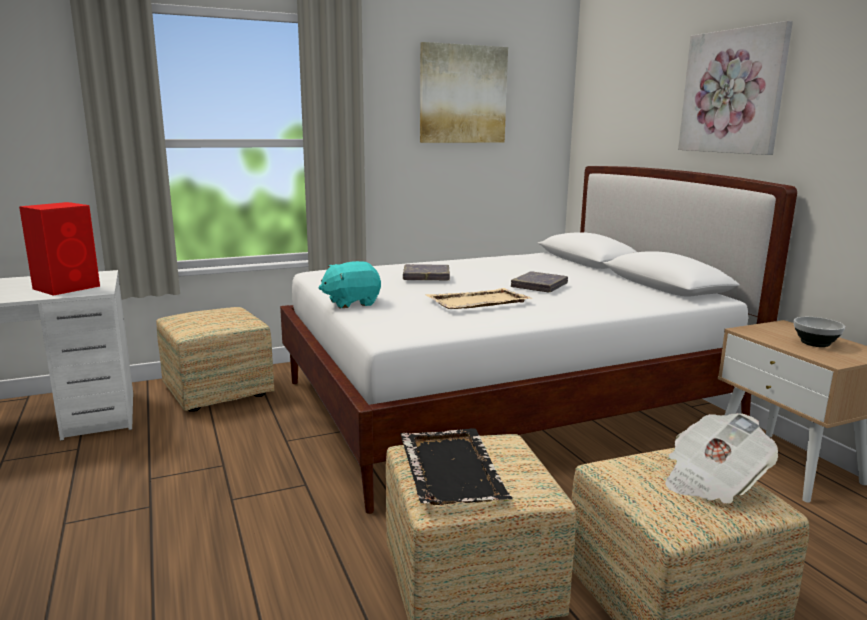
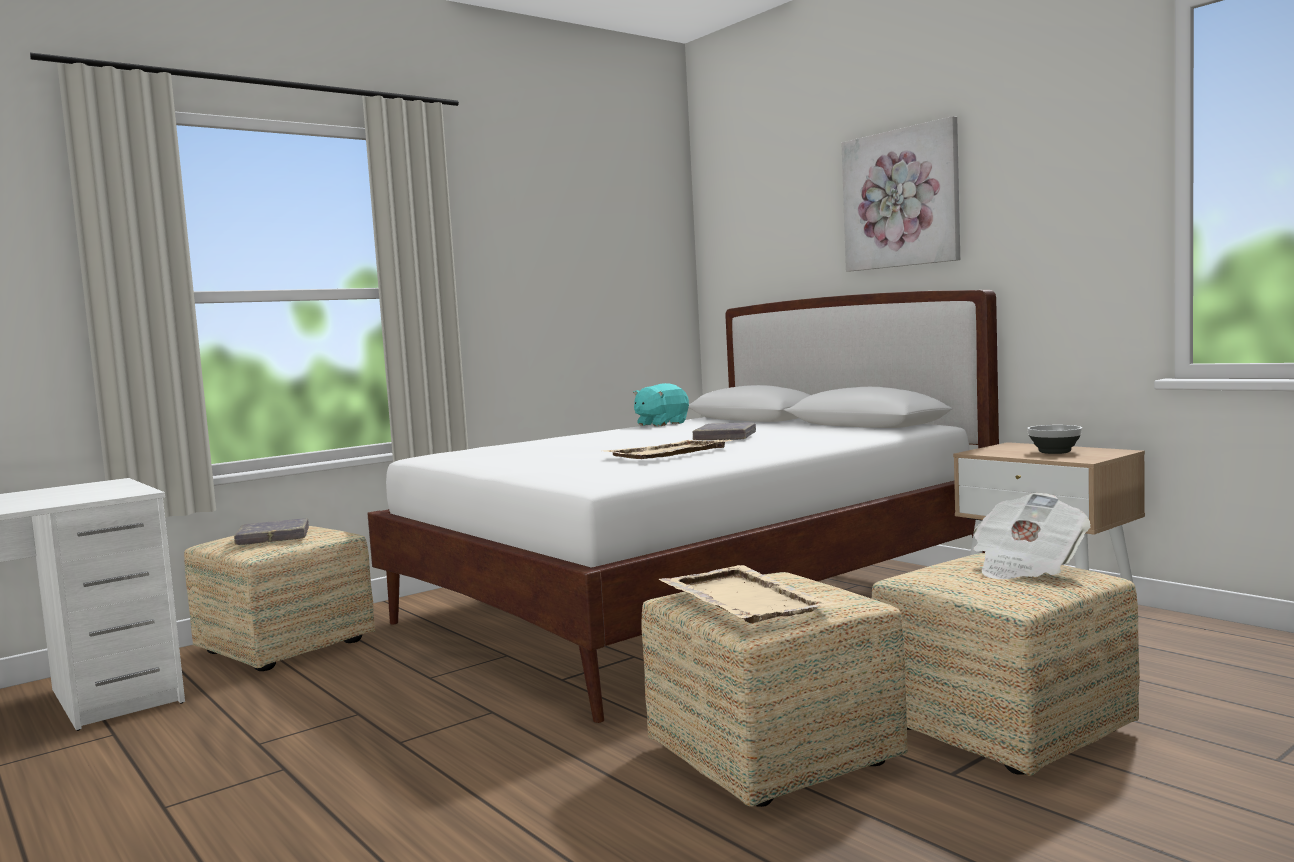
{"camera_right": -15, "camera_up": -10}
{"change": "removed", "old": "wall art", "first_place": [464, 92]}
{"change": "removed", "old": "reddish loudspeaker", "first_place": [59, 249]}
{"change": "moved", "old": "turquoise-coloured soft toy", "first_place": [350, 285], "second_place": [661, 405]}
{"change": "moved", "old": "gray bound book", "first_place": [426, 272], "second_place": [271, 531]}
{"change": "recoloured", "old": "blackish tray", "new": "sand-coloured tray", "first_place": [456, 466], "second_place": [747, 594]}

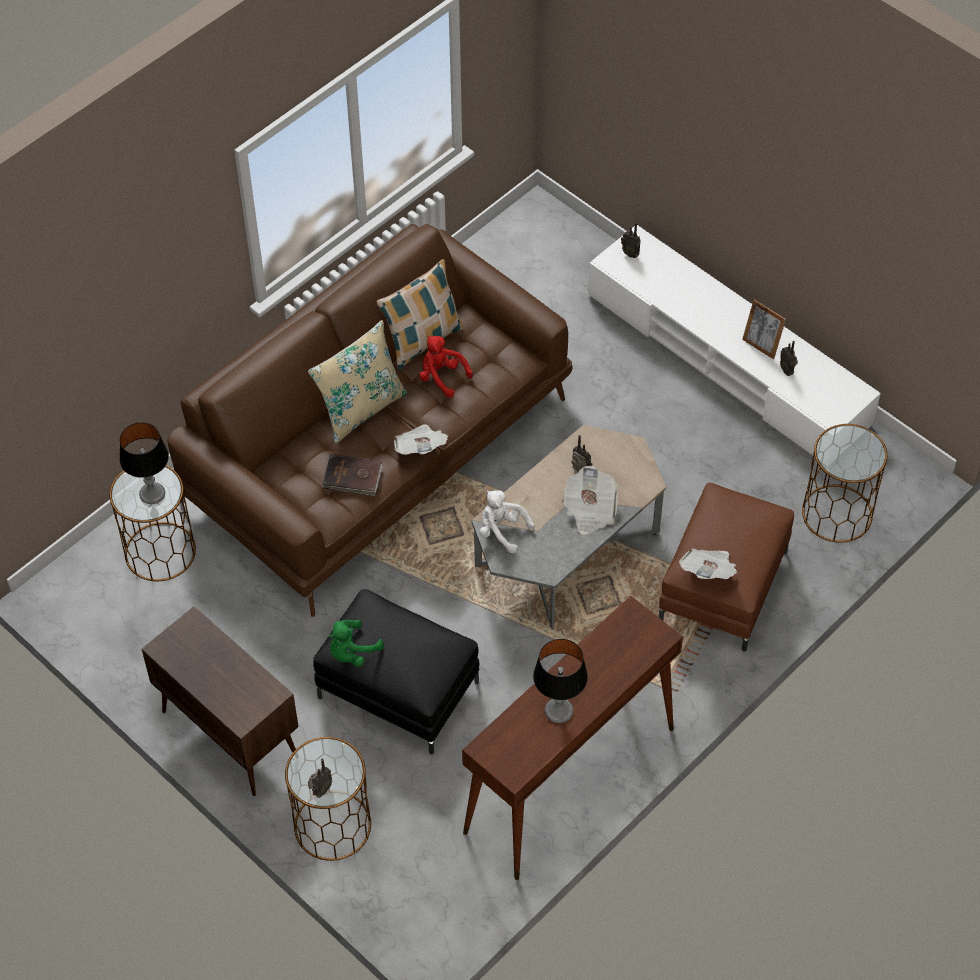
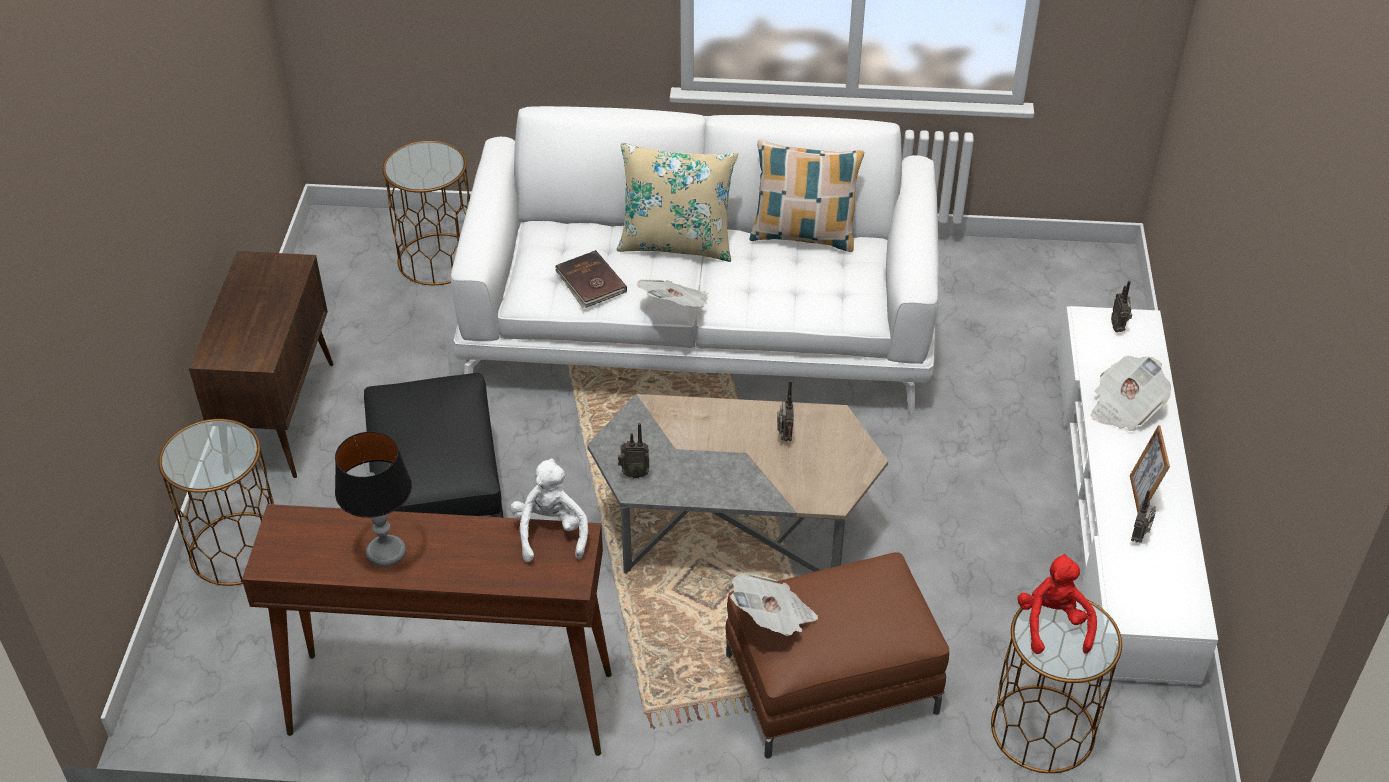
{"camera_right": 50, "camera_up": -10}
{"change": "recoloured", "old": "brown-coloured sofa", "new": "white sofa", "first_place": [370, 420], "second_place": [695, 260]}
{"change": "moved", "old": "reddish soft toy", "first_place": [446, 367], "second_place": [1057, 604]}
{"change": "removed", "old": "lamp for a table", "first_place": [144, 463]}
{"change": "moved", "old": "printed paper", "first_place": [590, 500], "second_place": [1131, 393]}
{"change": "moved", "old": "white soft toy", "first_place": [506, 521], "second_place": [549, 510]}
{"change": "removed", "old": "greenish soft toy", "first_place": [356, 643]}
{"change": "moved", "old": "radio", "first_place": [320, 778], "second_place": [634, 450]}

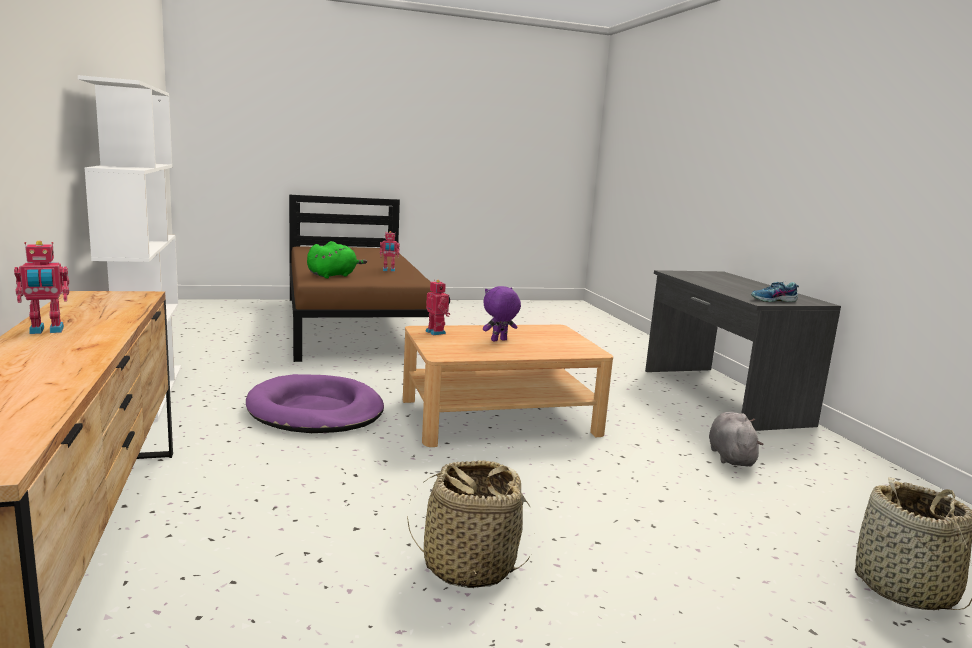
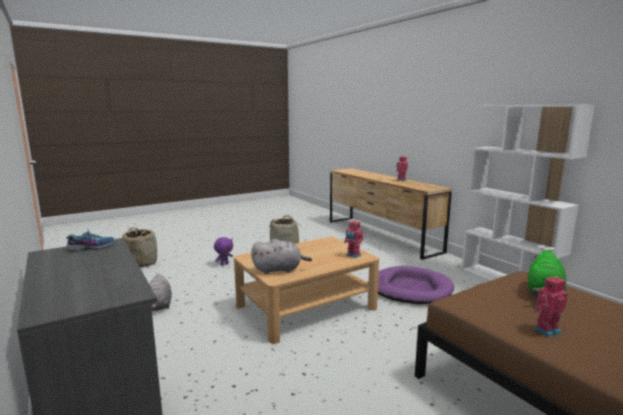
{"camera_right": 165, "camera_up": 0}
{"change": "moved", "old": "purple-coloured soft toy", "first_place": [502, 313], "second_place": [223, 251]}
{"change": "added", "new": "gray soft toy", "second_place": [281, 256]}

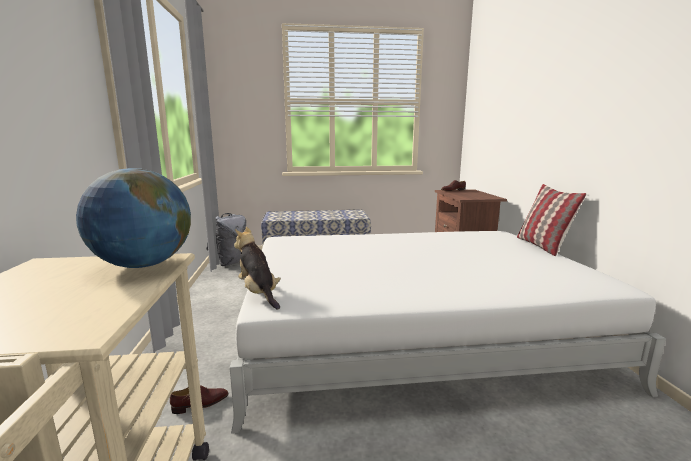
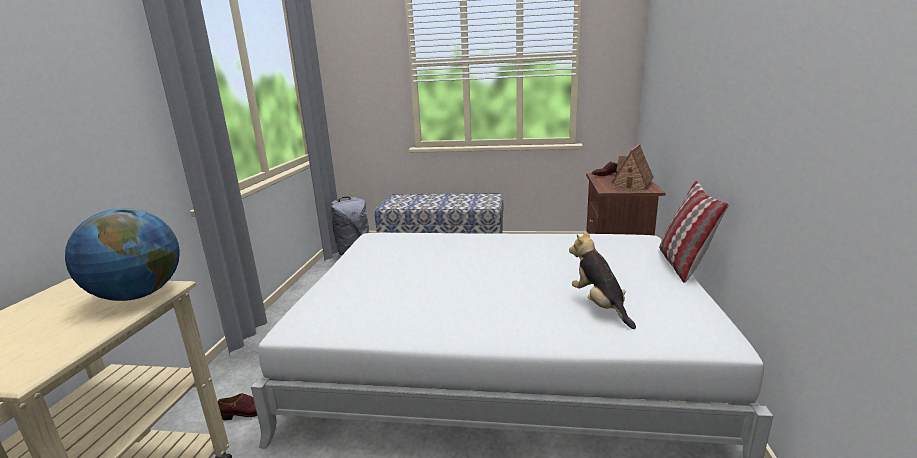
{"camera_right": 15, "camera_up": 5}
{"change": "moved", "old": "soft toy", "first_place": [257, 268], "second_place": [602, 279]}
{"change": "added", "new": "miniature house", "second_place": [633, 168]}

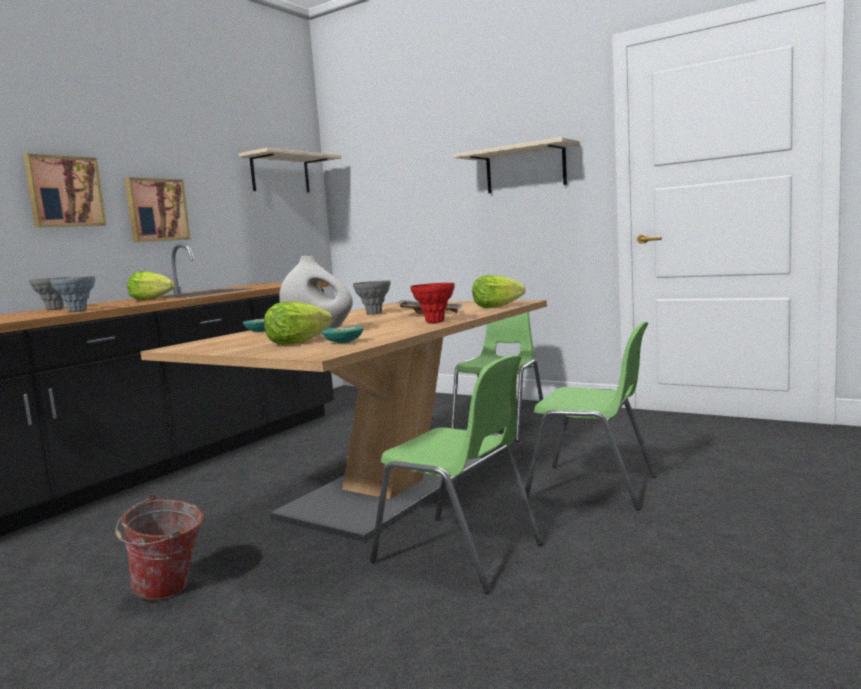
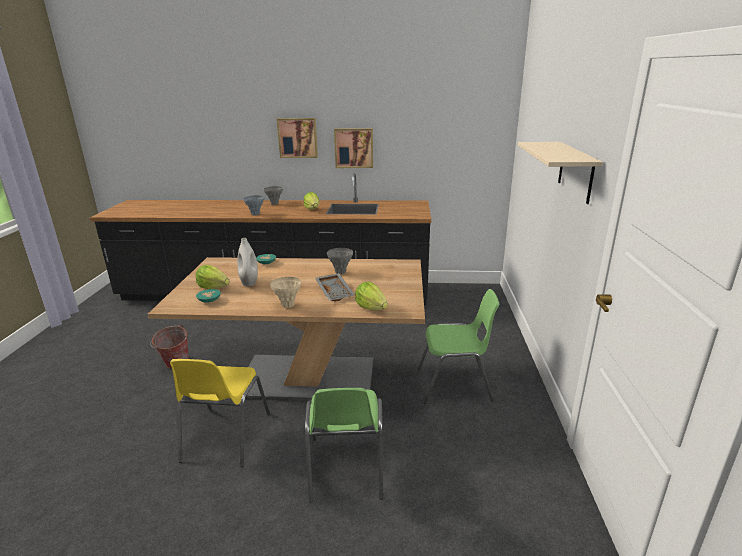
{"camera_right": 60, "camera_up": 15}
{"change": "removed", "old": "sand-coloured shelf", "first_place": [290, 170]}
{"change": "recoloured", "old": "reddish flower vase", "new": "sand-coloured flower vase", "first_place": [432, 303], "second_place": [285, 292]}
{"change": "recoloured", "old": "greenish plain chair", "new": "yellow plain chair", "first_place": [456, 474], "second_place": [220, 413]}

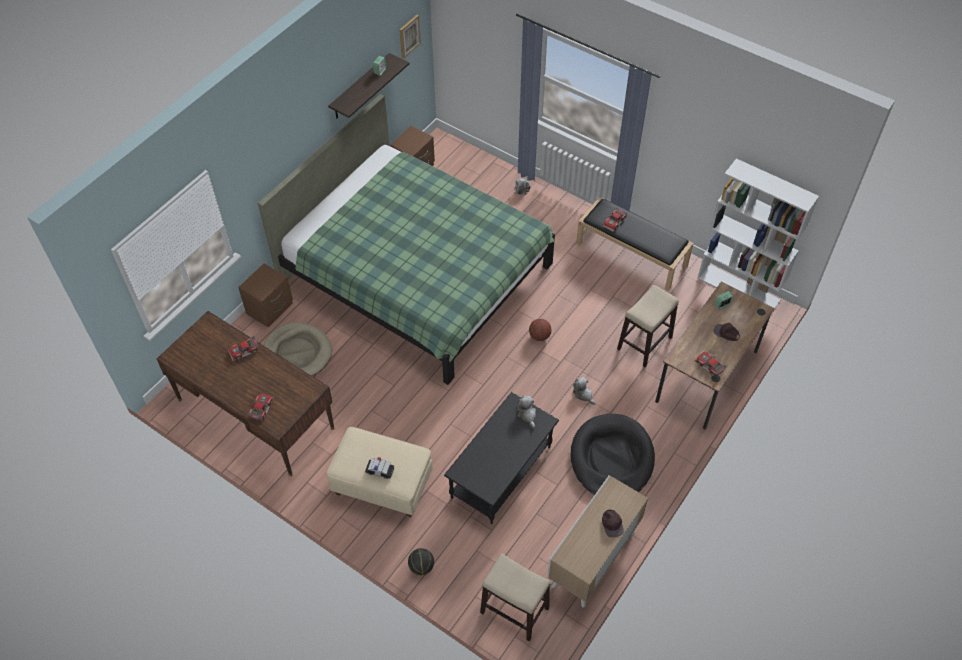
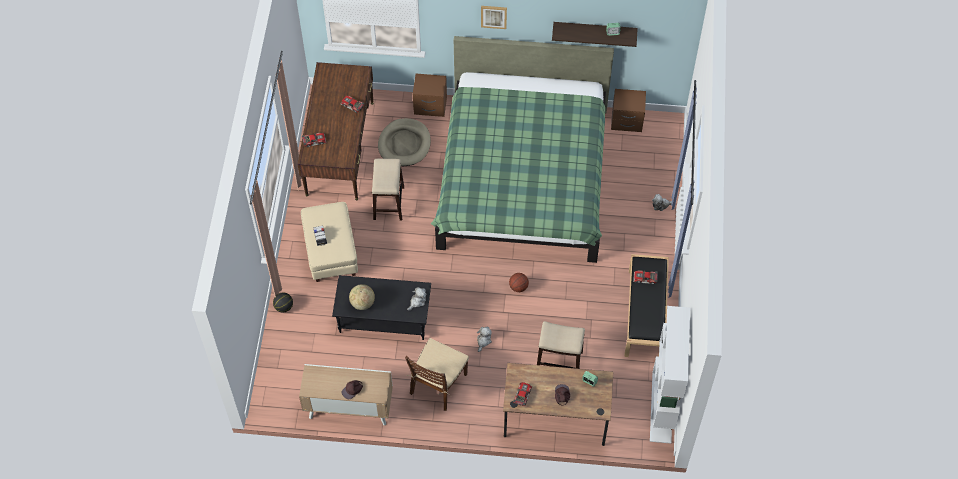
{"camera_right": 60, "camera_up": 5}
{"change": "moved", "old": "wall art", "first_place": [410, 36], "second_place": [494, 17]}
{"change": "replaced", "old": "blackish dog cushion", "new": "brown-coloured plain chair", "first_place": [612, 454], "second_place": [437, 374]}
{"change": "moved", "old": "stool seat", "first_place": [515, 598], "second_place": [388, 190]}
{"change": "added", "new": "world globe", "second_place": [362, 297]}

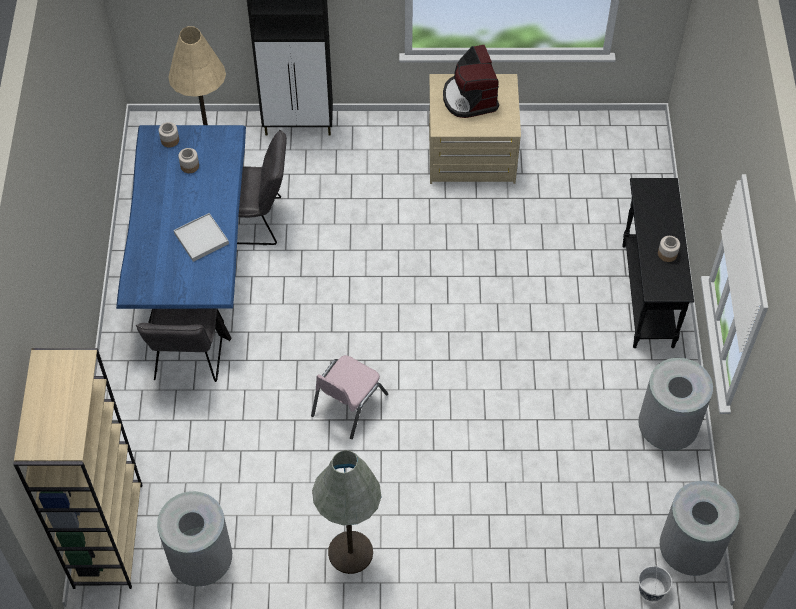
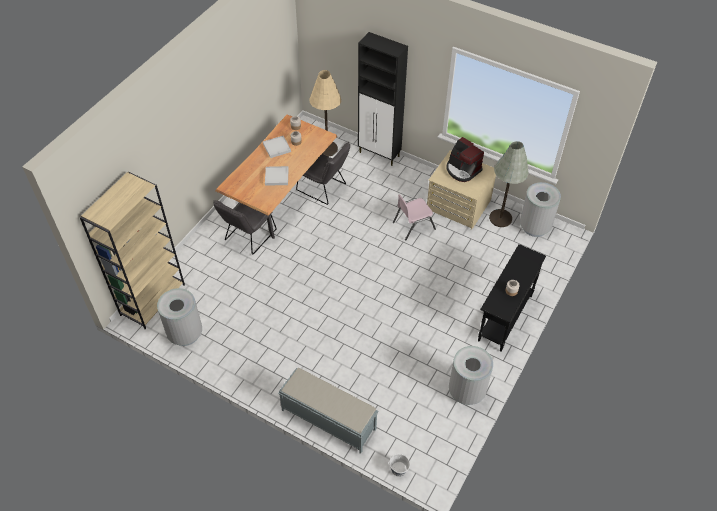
{"camera_right": 30, "camera_up": -5}
{"change": "turned", "old": "coffee machine", "first_place": [471, 81], "second_place": [465, 159], "degrees": -60}
{"change": "recoloured", "old": "blue-coloured dining table", "new": "brown-coloured dining table", "first_place": [181, 233], "second_place": [276, 176]}
{"change": "moved", "old": "pinkish plain chair", "first_place": [349, 397], "second_place": [414, 217]}
{"change": "moved", "old": "gray standard lamp", "first_place": [346, 512], "second_place": [509, 184]}
{"change": "moved", "old": "gray rubbish bin", "first_place": [699, 528], "second_place": [540, 209]}
{"change": "added", "new": "white tray", "second_place": [277, 147]}
{"change": "added", "new": "gray long seat", "second_place": [328, 411]}

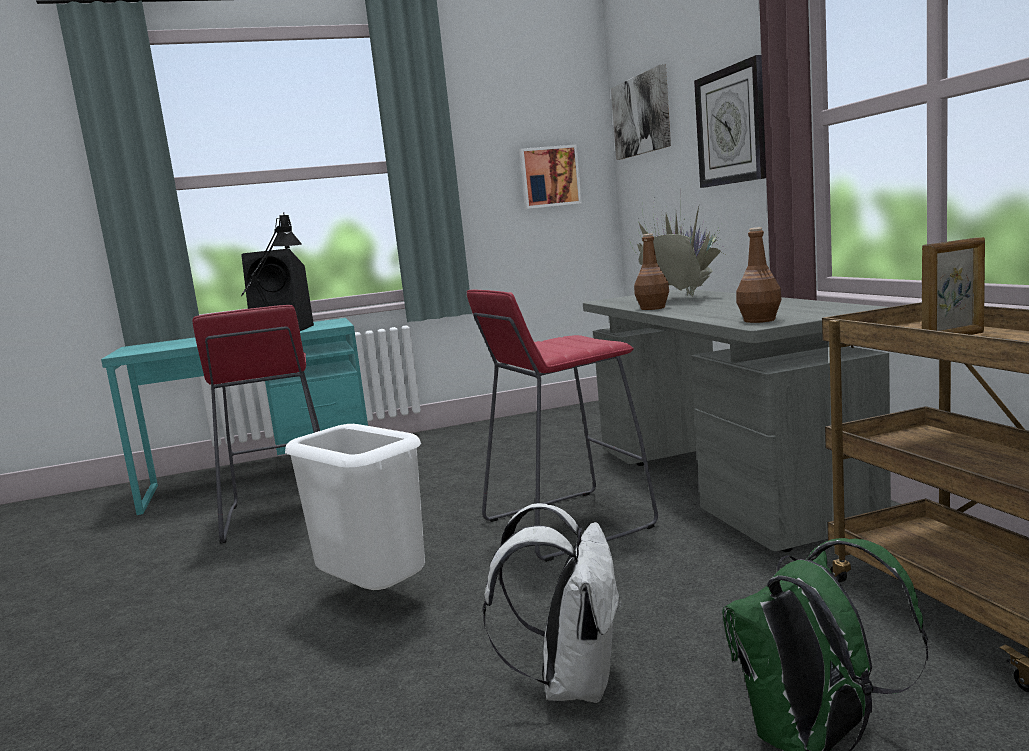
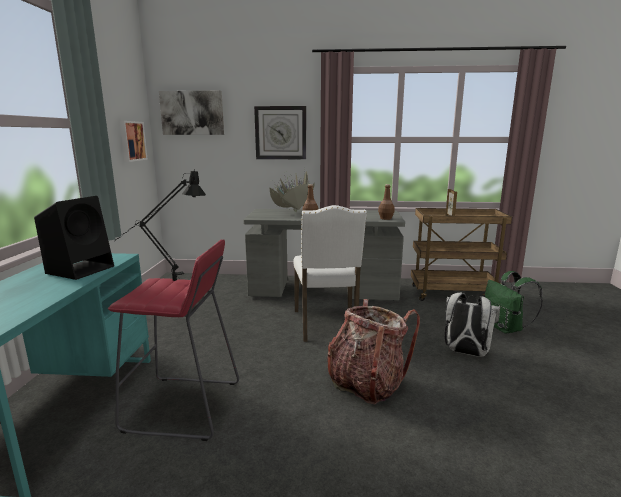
{"camera_right": -70, "camera_up": 5}
{"change": "replaced", "old": "reddish stool seat", "new": "white plain chair", "first_place": [562, 426], "second_place": [330, 273]}
{"change": "replaced", "old": "white rubbish bin", "new": "rucksack", "first_place": [355, 507], "second_place": [373, 352]}

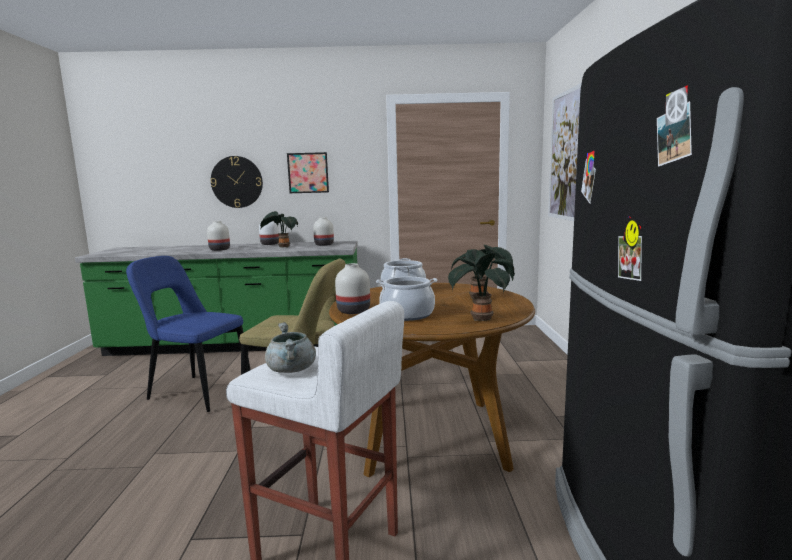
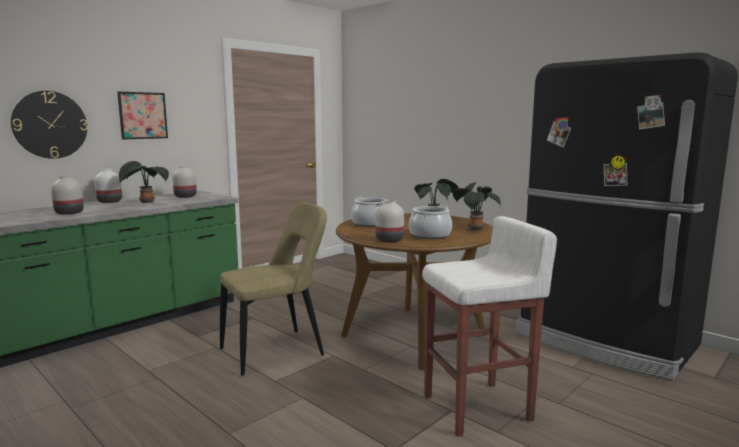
{"camera_right": -45, "camera_up": 0}
{"change": "removed", "old": "wall art", "first_place": [565, 152]}
{"change": "removed", "old": "blue-coloured plain chair", "first_place": [188, 334]}
{"change": "removed", "old": "gray saucepot", "first_place": [290, 347]}

